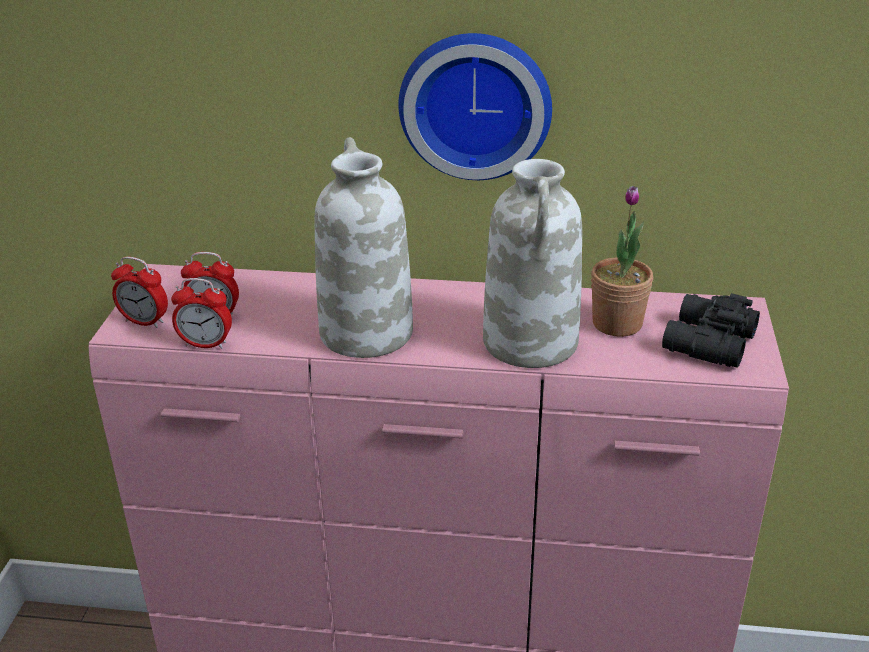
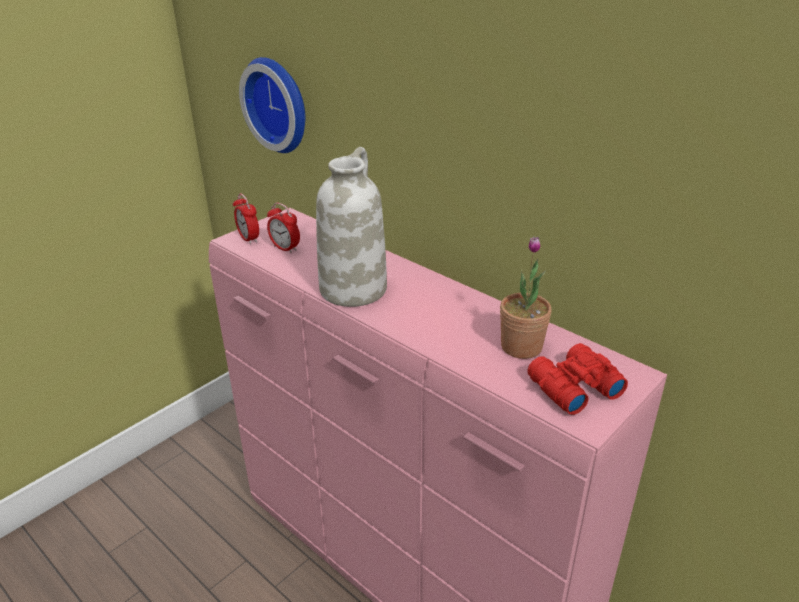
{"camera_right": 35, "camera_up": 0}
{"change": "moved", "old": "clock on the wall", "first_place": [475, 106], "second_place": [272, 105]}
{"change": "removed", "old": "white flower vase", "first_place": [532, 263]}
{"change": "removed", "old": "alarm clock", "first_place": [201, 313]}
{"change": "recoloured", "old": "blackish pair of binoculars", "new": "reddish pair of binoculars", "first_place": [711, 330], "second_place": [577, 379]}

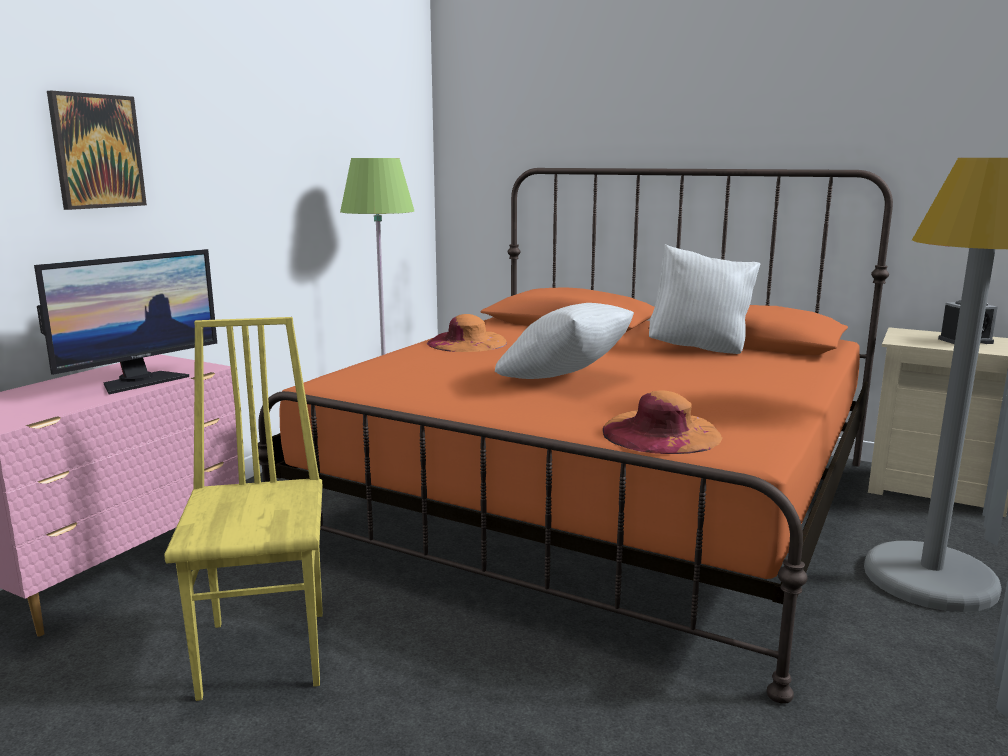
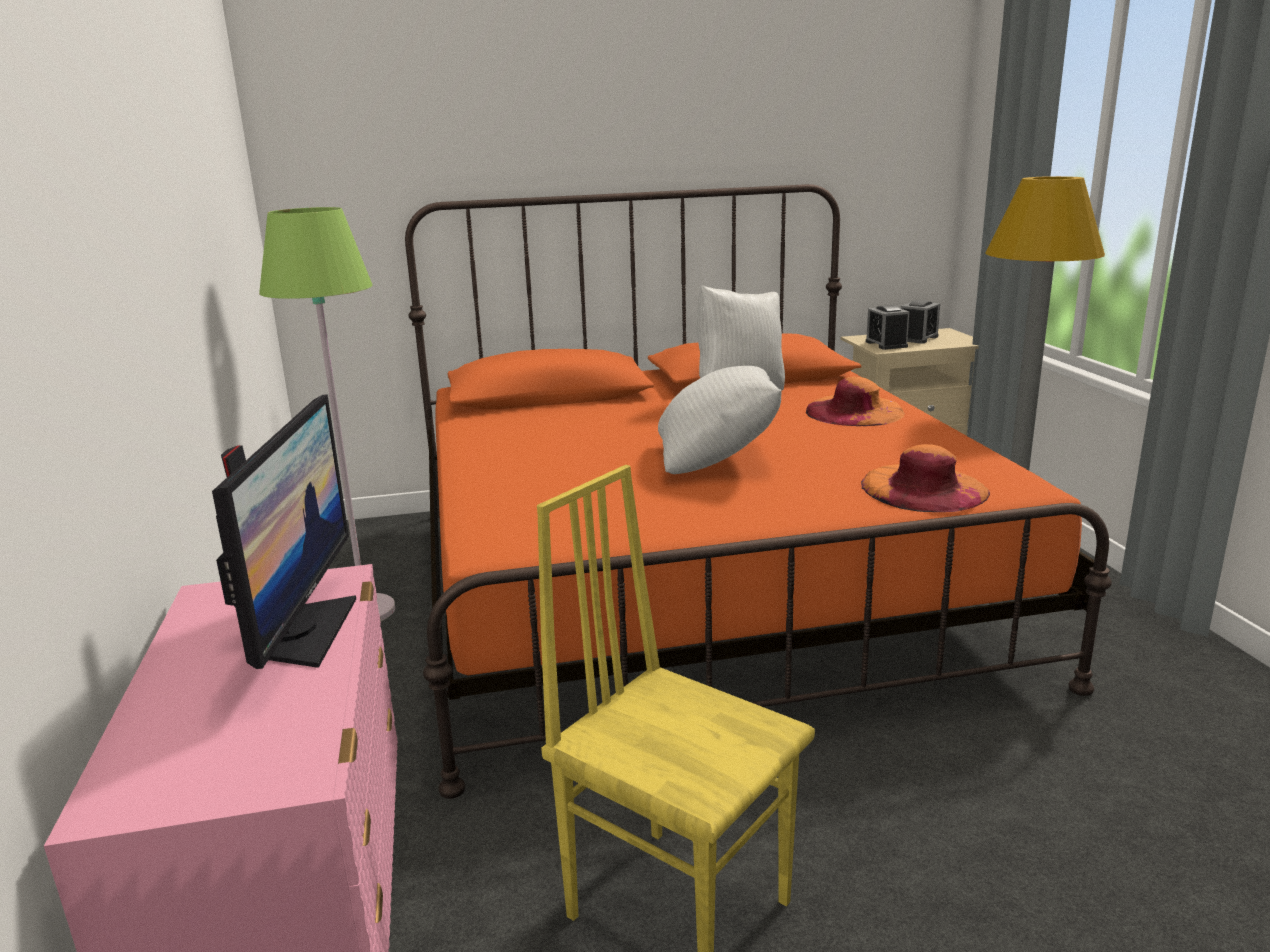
{"camera_right": -40, "camera_up": 5}
{"change": "removed", "old": "wall art", "first_place": [97, 150]}
{"change": "moved", "old": "orangey clothing hat", "first_place": [467, 333], "second_place": [855, 401]}
{"change": "added", "new": "alarm clock", "second_place": [887, 327]}

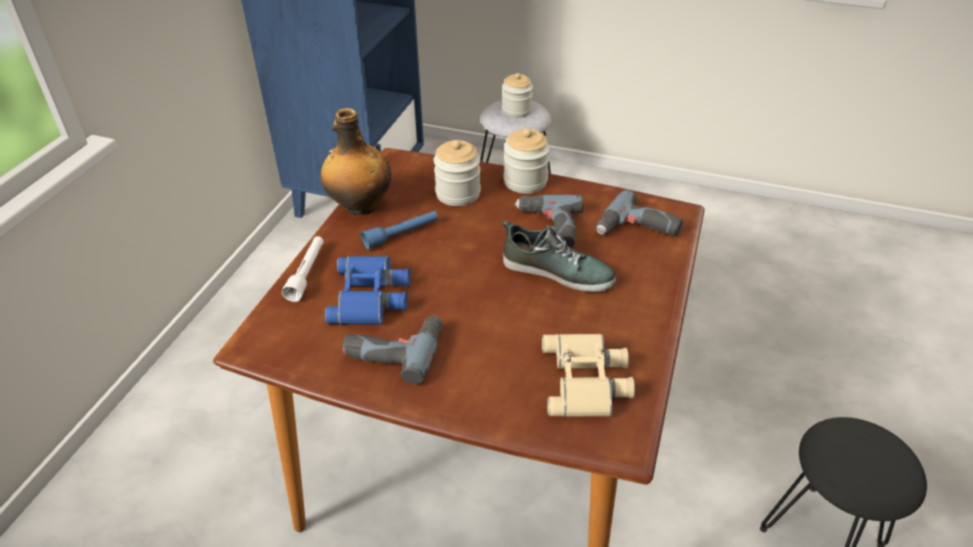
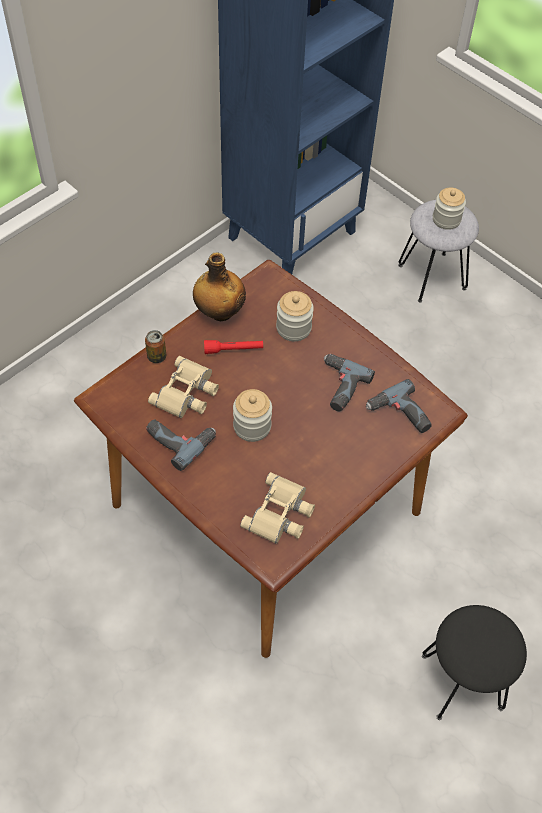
{"camera_right": 25, "camera_up": 15}
{"change": "moved", "old": "jar", "first_place": [526, 161], "second_place": [252, 415]}
{"change": "recoloured", "old": "blue-coloured hand torch", "new": "reddish hand torch", "first_place": [399, 230], "second_place": [233, 347]}
{"change": "removed", "old": "low shoe", "first_place": [559, 256]}
{"change": "replaced", "old": "white hand torch", "new": "metal can", "first_place": [303, 269], "second_place": [155, 346]}
{"change": "recoloured", "old": "blue-coloured pair of binoculars", "new": "sand-coloured pair of binoculars", "first_place": [367, 290], "second_place": [183, 387]}

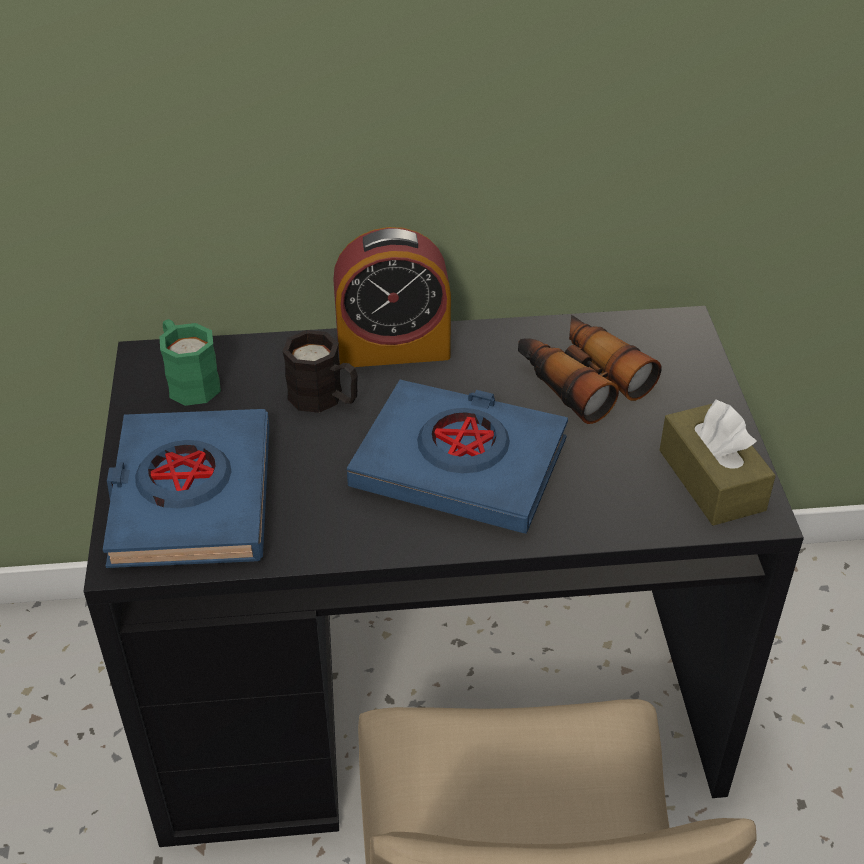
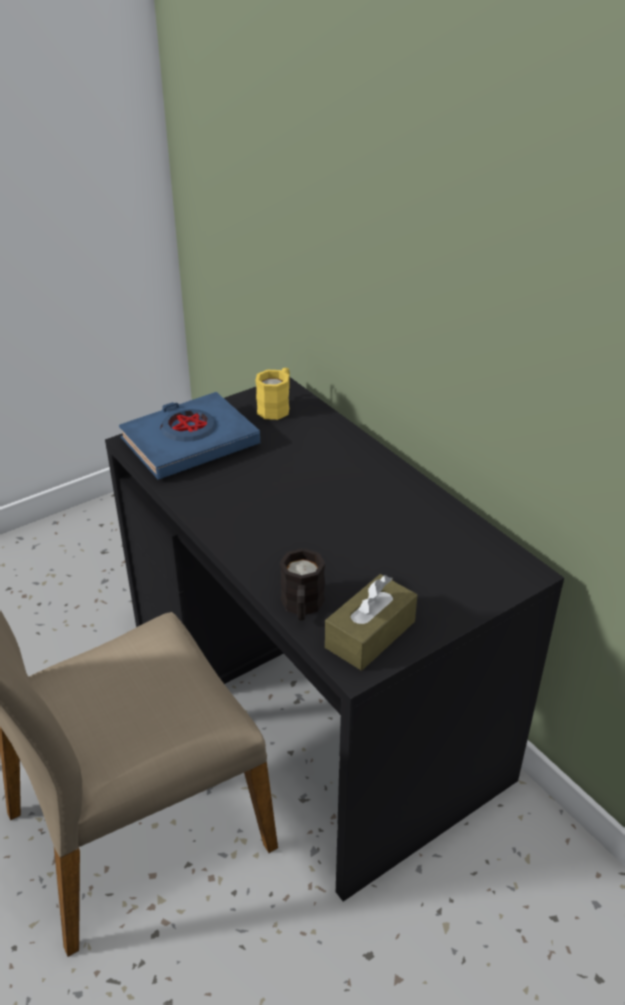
{"camera_right": 60, "camera_up": -5}
{"change": "removed", "old": "alarm clock", "first_place": [392, 297]}
{"change": "removed", "old": "pair of binoculars", "first_place": [589, 369]}
{"change": "recoloured", "old": "greenish tea mug", "new": "yellow tea mug", "first_place": [190, 362], "second_place": [272, 394]}
{"change": "moved", "old": "blackish tea mug", "first_place": [320, 371], "second_place": [302, 584]}
{"change": "removed", "old": "blue-coloured bound book", "first_place": [457, 457]}

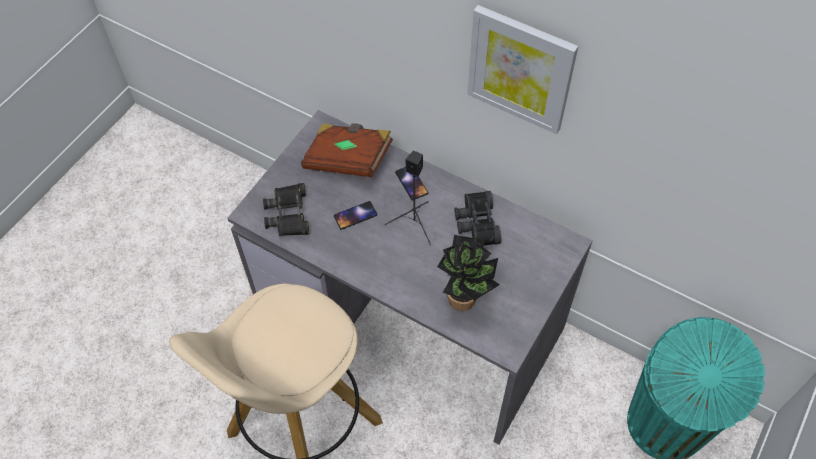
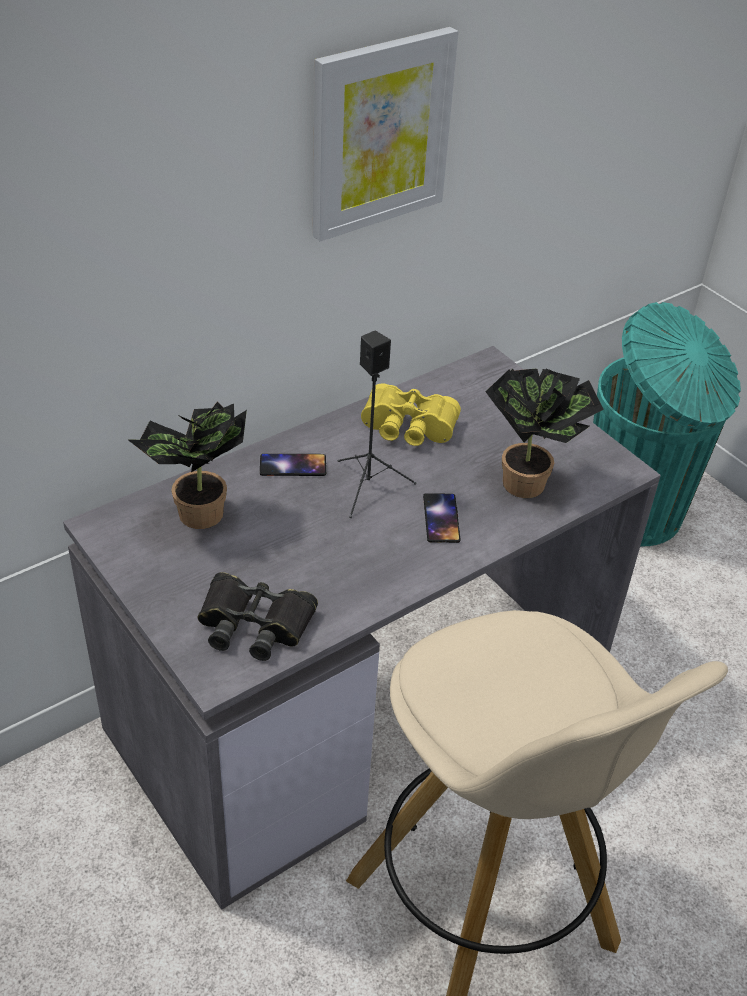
{"camera_right": -70, "camera_up": -15}
{"change": "replaced", "old": "brown-coloured bound book", "new": "houseplant", "first_place": [347, 150], "second_place": [187, 465]}
{"change": "recoloured", "old": "blackish pair of binoculars", "new": "yellow pair of binoculars", "first_place": [477, 218], "second_place": [411, 415]}
{"change": "moved", "old": "telephone", "first_place": [355, 215], "second_place": [442, 518]}

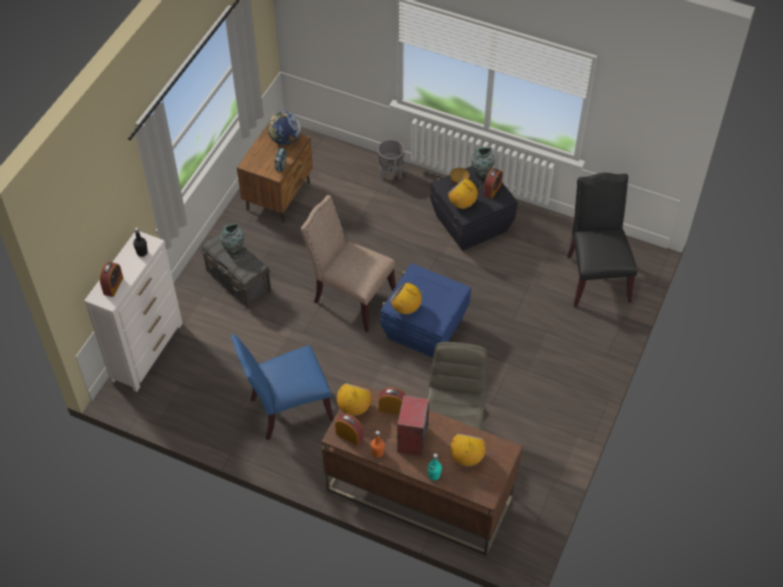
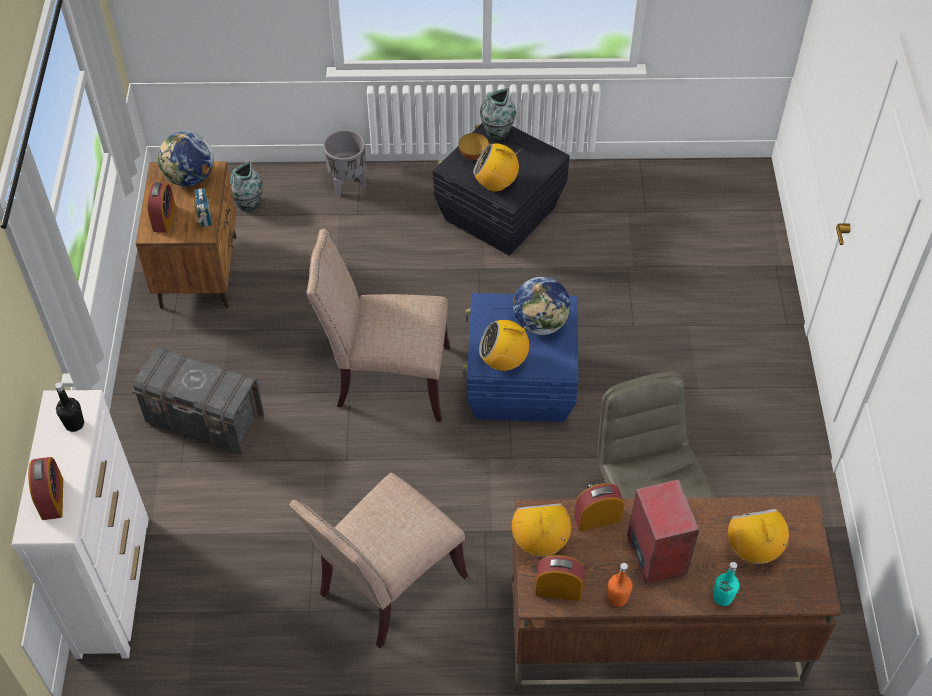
{"camera_right": -25, "camera_up": 0}
{"change": "moved", "old": "alarm clock", "first_place": [493, 183], "second_place": [161, 207]}
{"change": "removed", "old": "blackish plain chair", "first_place": [602, 240]}
{"change": "moved", "old": "flower vase", "first_place": [232, 239], "second_place": [246, 186]}
{"change": "recoloured", "old": "blue-coloured plain chair", "new": "sand-coloured plain chair", "first_place": [282, 387], "second_place": [378, 560]}
{"change": "added", "new": "world globe", "second_place": [542, 306]}

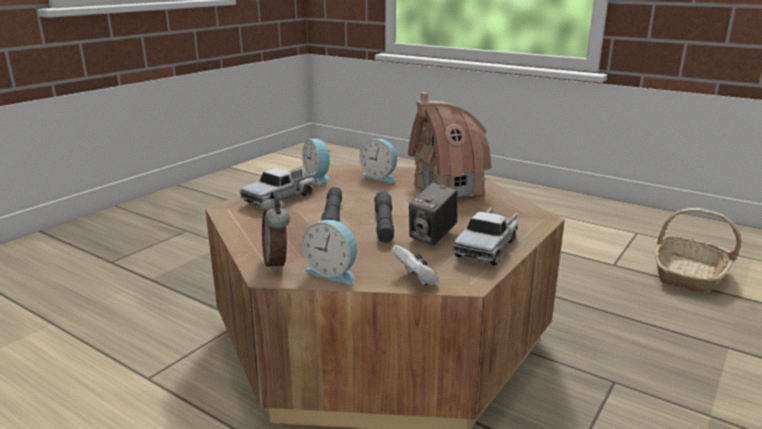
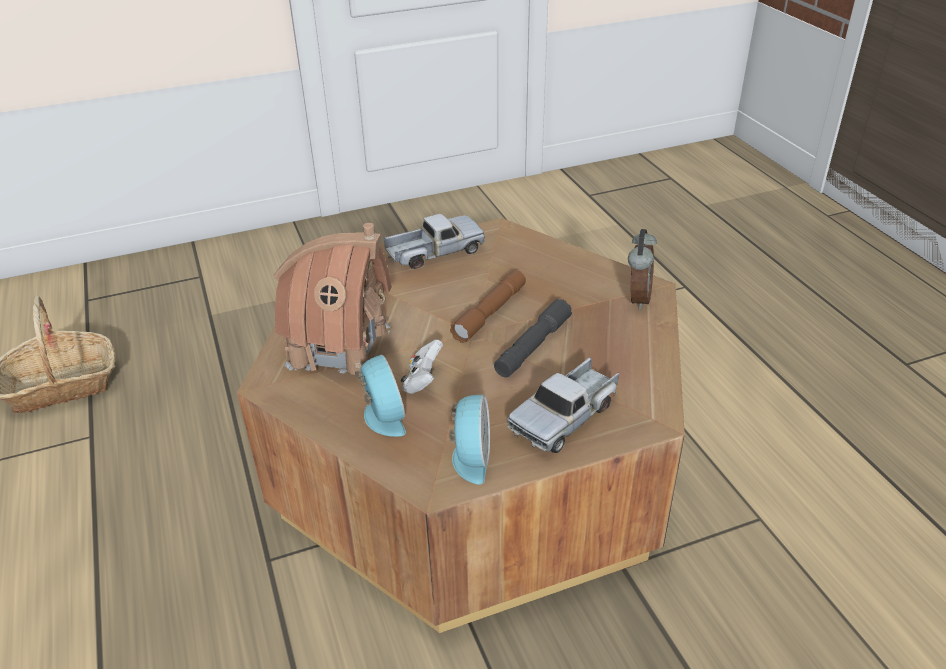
{"camera_right": -145, "camera_up": 15}
{"change": "turned", "old": "model truck", "first_place": [278, 186], "second_place": [563, 405], "degrees": 150}
{"change": "removed", "old": "photo camera", "first_place": [433, 213]}
{"change": "recoloured", "old": "gray hand torch", "new": "brown-coloured hand torch", "first_place": [384, 217], "second_place": [488, 306]}
{"change": "removed", "old": "alarm clock", "first_place": [329, 252]}
{"change": "moved", "old": "white joypad", "first_place": [415, 265], "second_place": [422, 366]}

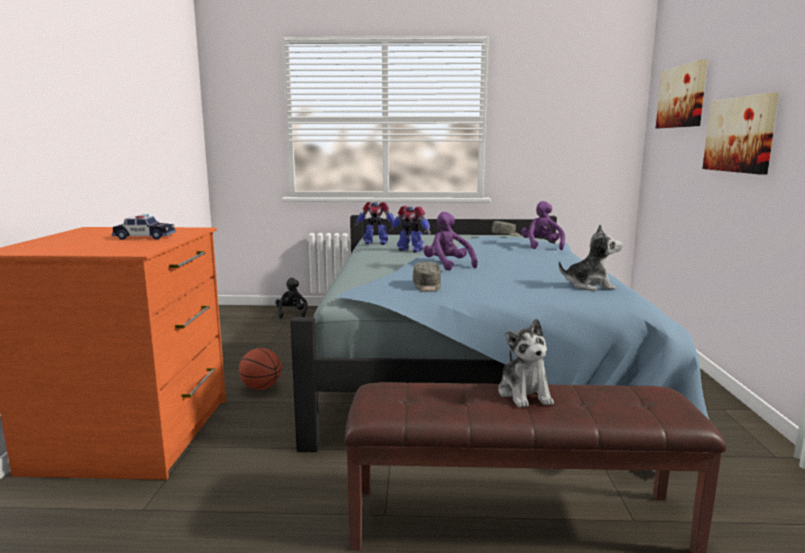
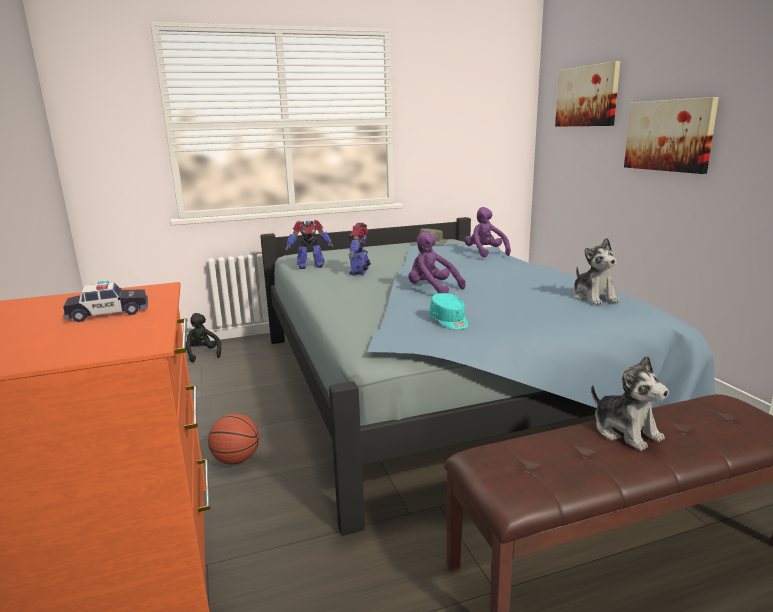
{"camera_right": -20, "camera_up": 5}
{"change": "turned", "old": "robot figure", "first_place": [410, 229], "second_place": [359, 249], "degrees": 90}
{"change": "turned", "old": "soft toy", "first_place": [590, 258], "second_place": [596, 271], "degrees": 90}
{"change": "recoloured", "old": "gray peaked cap", "new": "turquoise-coloured peaked cap", "first_place": [427, 277], "second_place": [448, 311]}

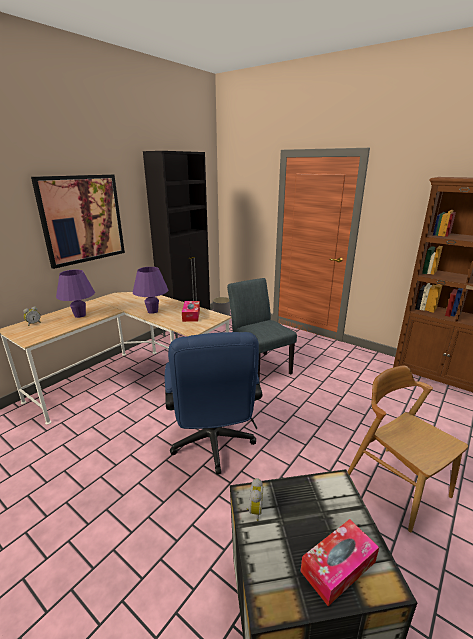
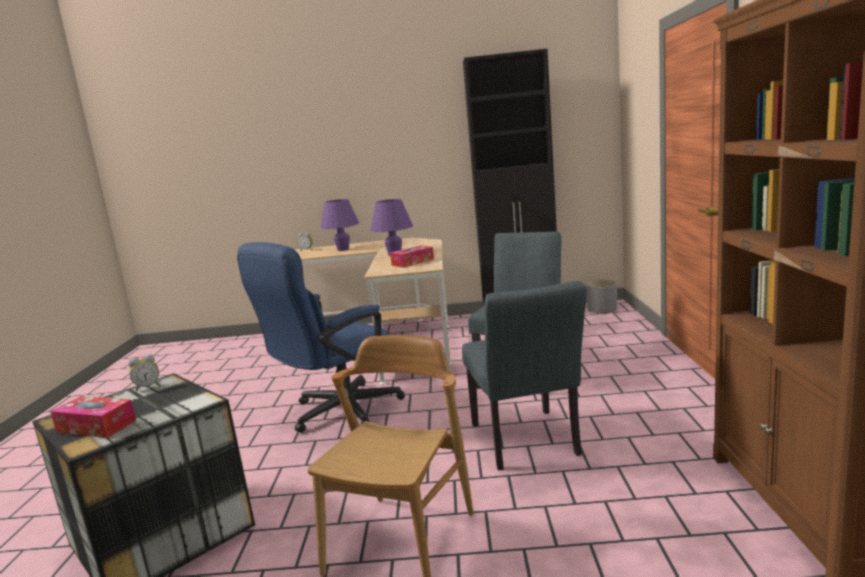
{"camera_right": 55, "camera_up": -10}
{"change": "removed", "old": "wall art", "first_place": [78, 221]}
{"change": "added", "new": "gray plain chair", "second_place": [524, 375]}

